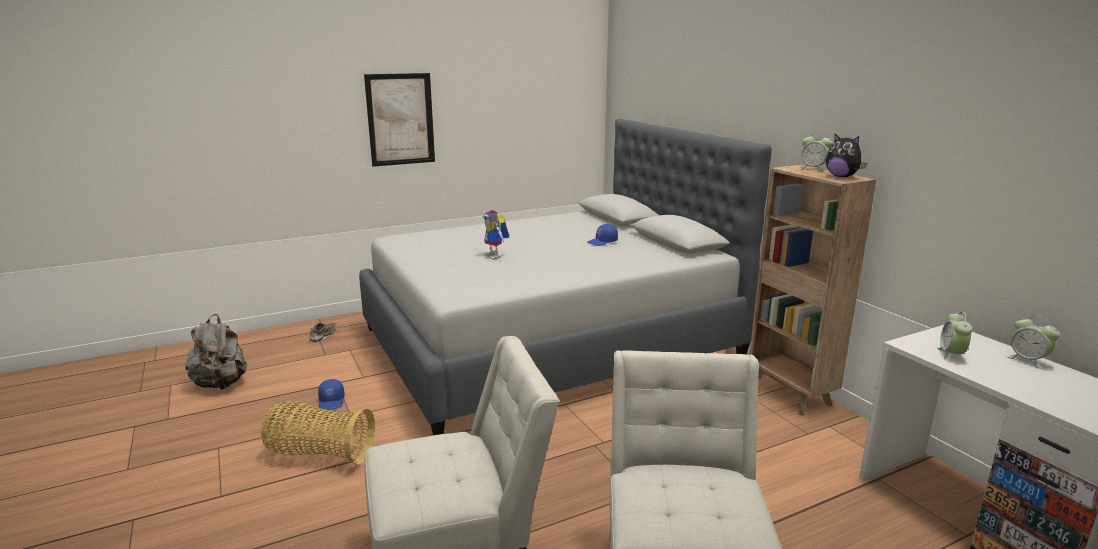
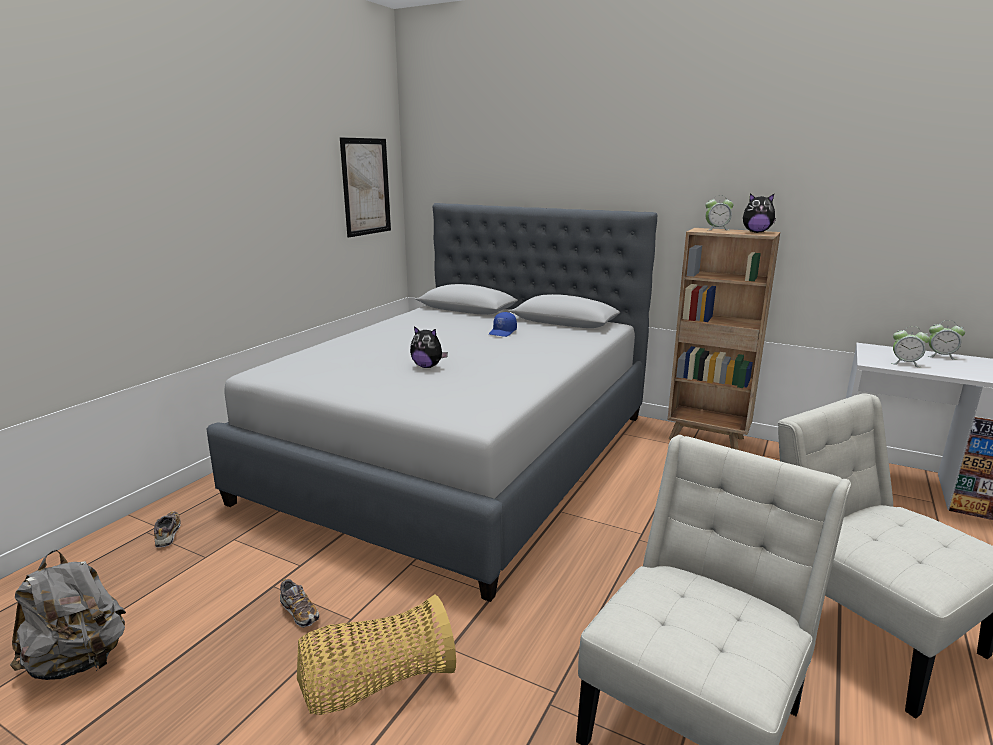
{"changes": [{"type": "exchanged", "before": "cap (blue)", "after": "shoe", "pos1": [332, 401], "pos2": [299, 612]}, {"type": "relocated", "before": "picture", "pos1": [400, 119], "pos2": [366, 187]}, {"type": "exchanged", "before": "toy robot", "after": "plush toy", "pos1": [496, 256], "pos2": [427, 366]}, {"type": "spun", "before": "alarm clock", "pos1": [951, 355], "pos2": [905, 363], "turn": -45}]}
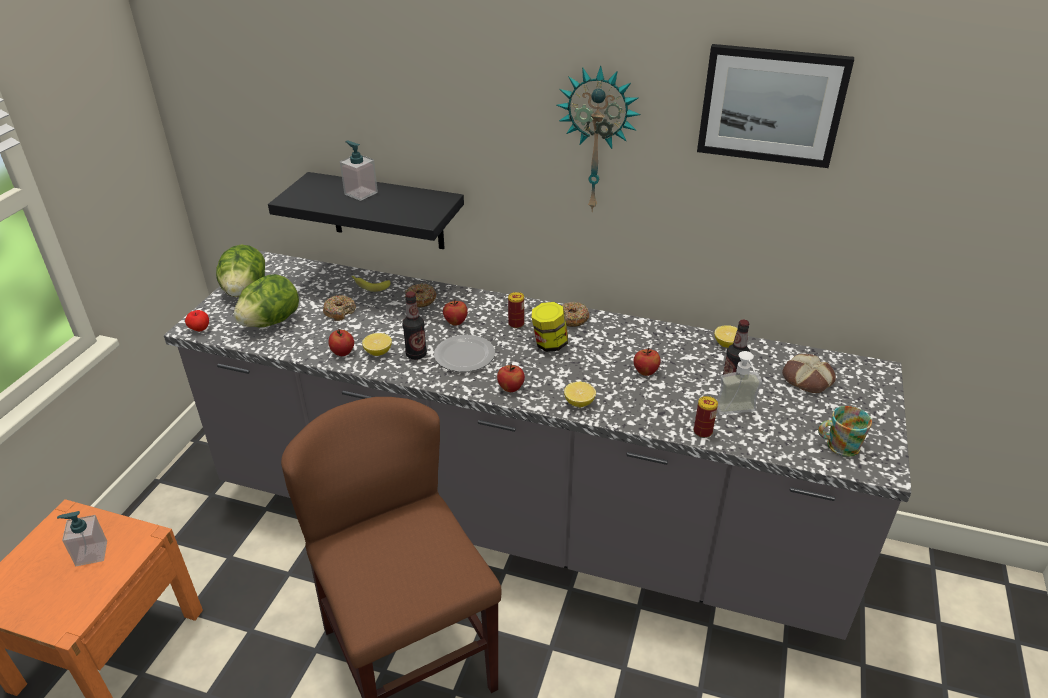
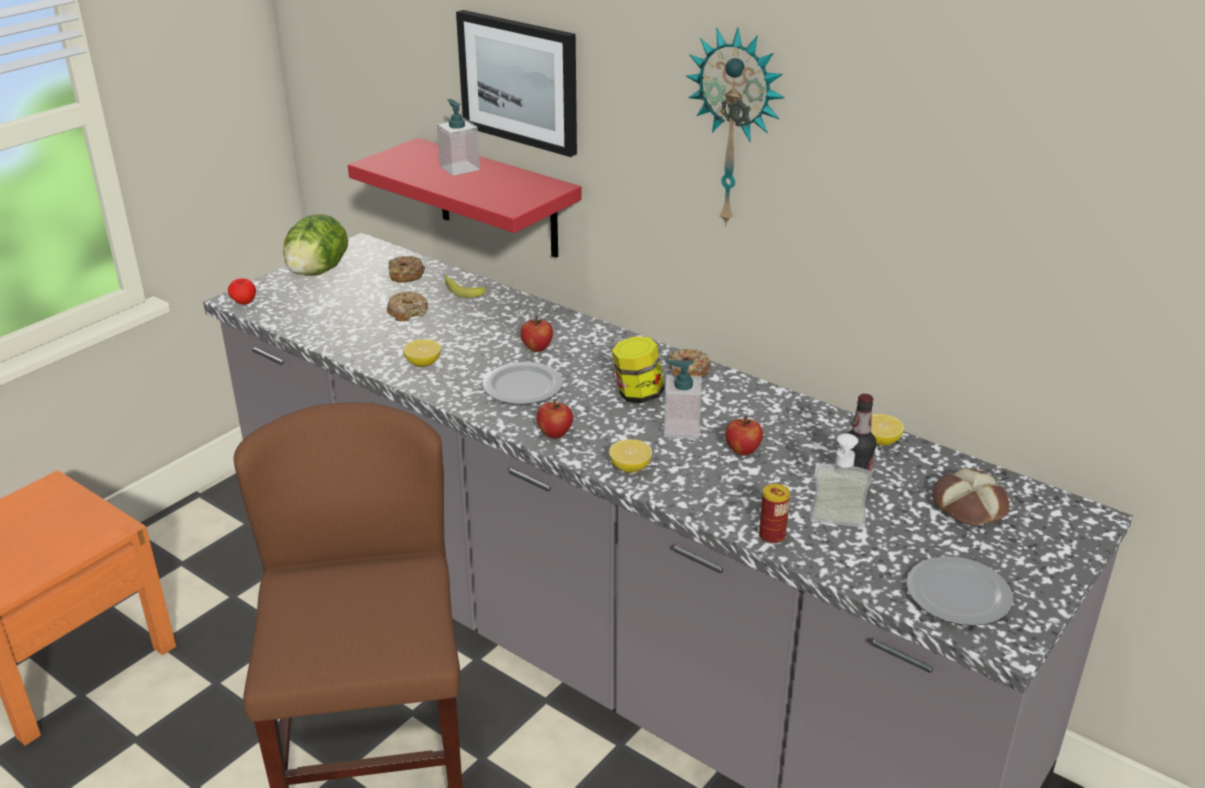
{"changes": [{"type": "relocated", "before": "soap dispenser", "pos1": [91, 553], "pos2": [681, 428]}, {"type": "missing", "before": "lettuce", "pos1": [271, 322]}, {"type": "colour", "before": "shelf (black)", "after": "shelf (red)", "pos1": [387, 211], "pos2": [497, 199]}, {"type": "missing", "before": "apple", "pos1": [343, 353]}, {"type": "missing", "before": "bottle", "pos1": [416, 354]}, {"type": "relocated", "before": "donut", "pos1": [421, 300], "pos2": [406, 275]}, {"type": "missing", "before": "can", "pos1": [516, 324]}, {"type": "relocated", "before": "picture", "pos1": [771, 105], "pos2": [519, 81]}, {"type": "exchanged", "before": "mug", "after": "plate", "pos1": [838, 445], "pos2": [956, 595]}]}
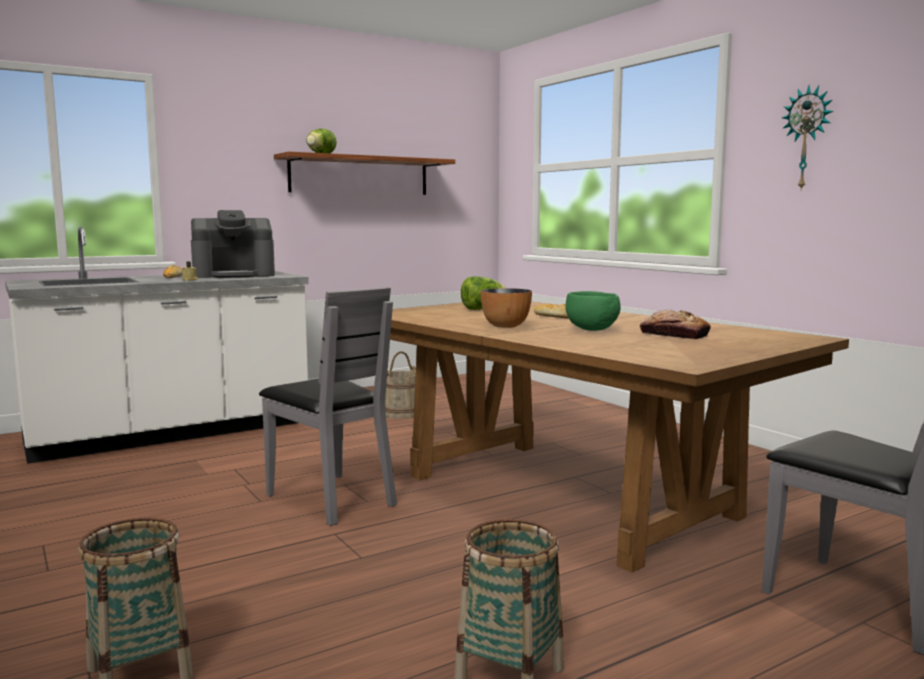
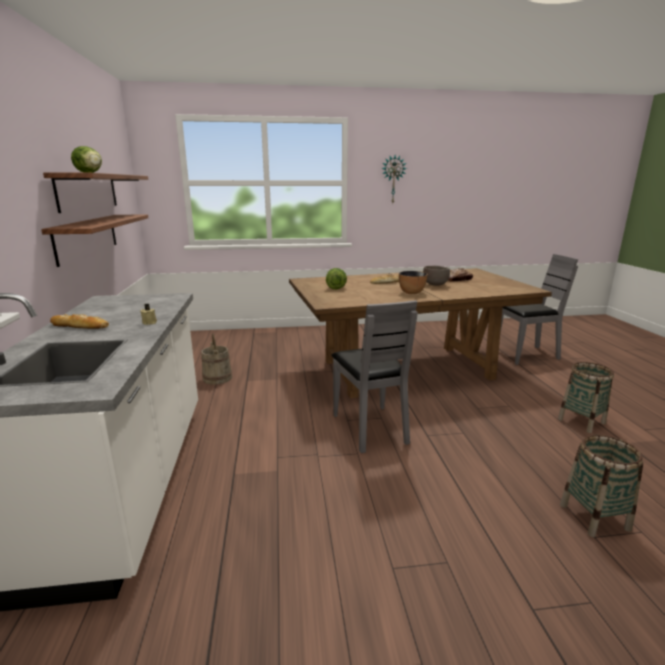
{"changes": [{"type": "missing", "before": "coffee machine", "pos1": [234, 275]}, {"type": "spun", "before": "chair (grey)", "pos1": [331, 499], "pos2": [370, 428], "turn": 90}, {"type": "colour", "before": "bowl (green)", "after": "bowl (brown)", "pos1": [591, 330], "pos2": [435, 285]}, {"type": "appeared", "after": "shelf", "pos2": [87, 237]}]}
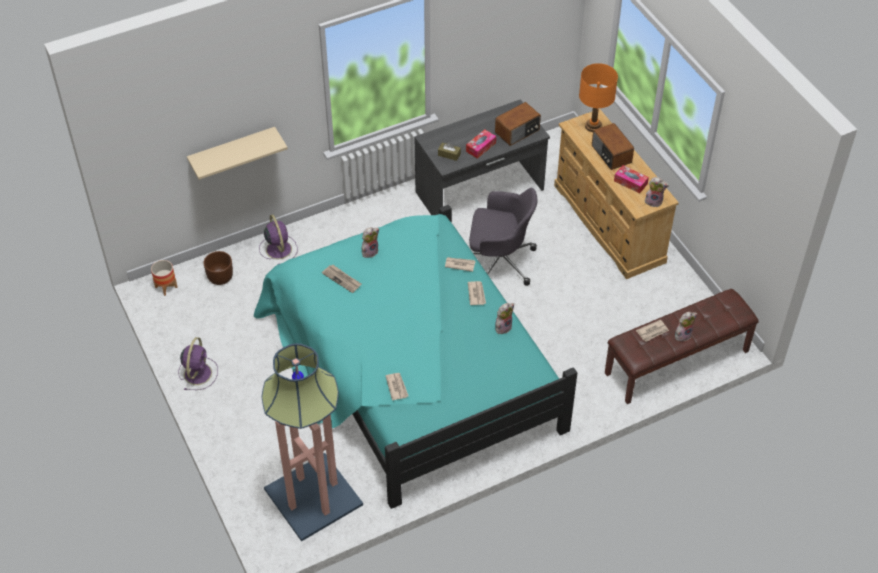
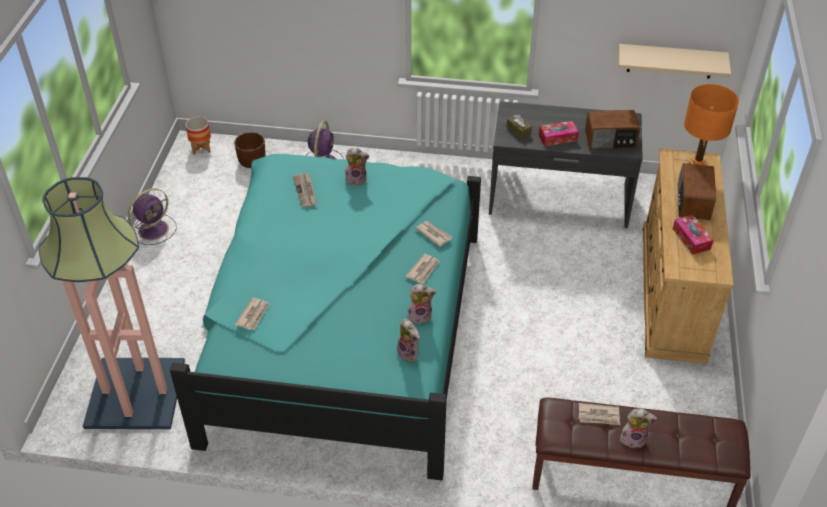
{"changes": [{"type": "relocated", "before": "shelf (beige)", "pos1": [232, 151], "pos2": [670, 61]}, {"type": "missing", "before": "office chair (grey)", "pos1": [499, 261]}, {"type": "relocated", "before": "plush toy", "pos1": [654, 201], "pos2": [409, 353]}]}
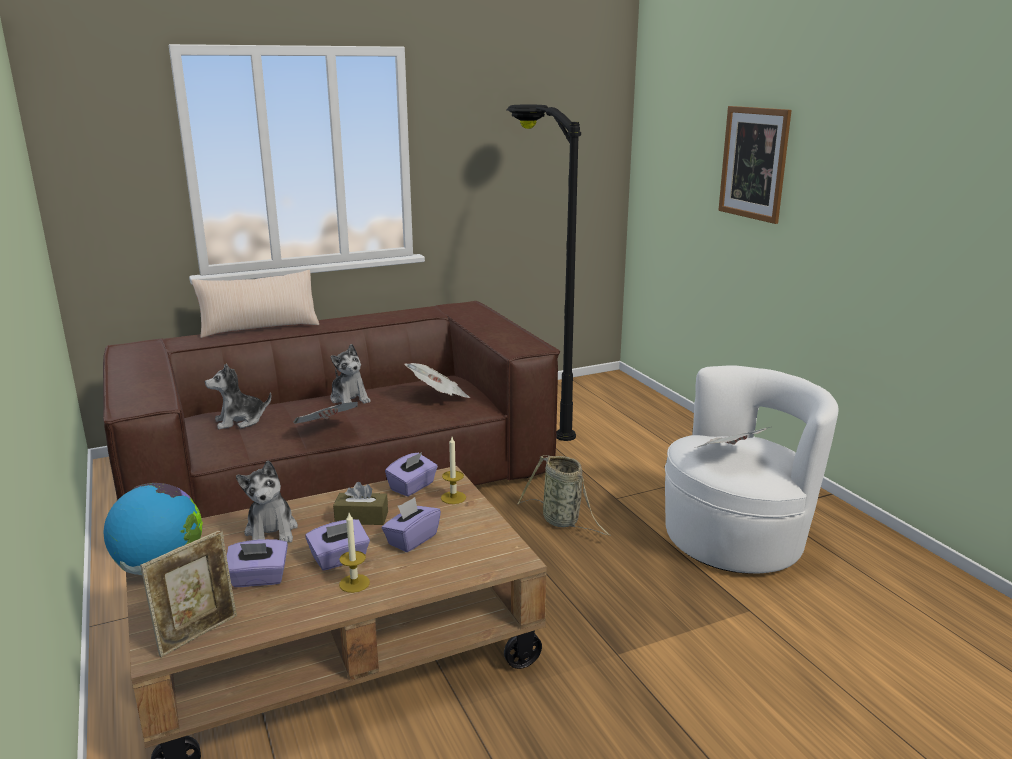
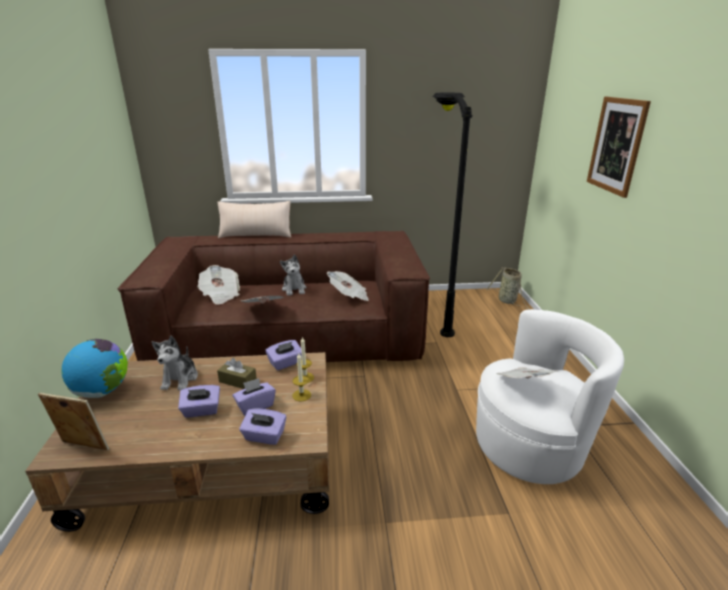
{"changes": [{"type": "spun", "before": "picture frame", "pos1": [198, 633], "pos2": [83, 447], "turn": -135}, {"type": "exchanged", "before": "plush toy", "after": "newspaper", "pos1": [240, 421], "pos2": [220, 295]}, {"type": "relocated", "before": "tissue box (purple)", "pos1": [258, 579], "pos2": [264, 436]}, {"type": "relocated", "before": "candle", "pos1": [354, 583], "pos2": [301, 395]}, {"type": "relocated", "before": "basket", "pos1": [563, 521], "pos2": [508, 301]}]}
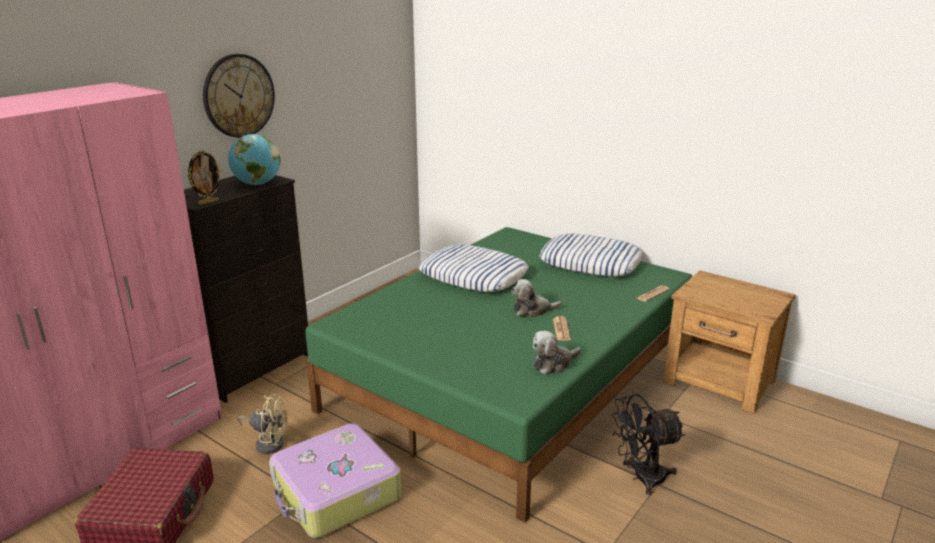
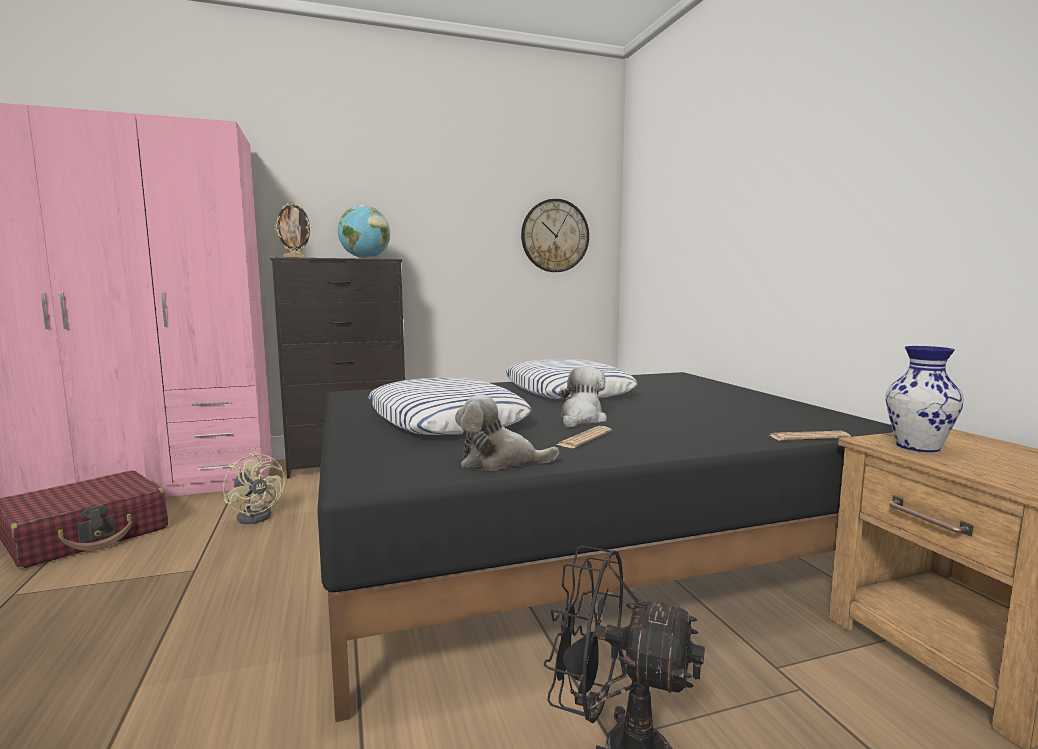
{"changes": [{"type": "relocated", "before": "wall clock", "pos1": [238, 96], "pos2": [555, 236]}, {"type": "missing", "before": "suitcase", "pos1": [335, 493]}, {"type": "colour", "before": "bed (green)", "after": "bed (black)", "pos1": [511, 379], "pos2": [578, 541]}, {"type": "spun", "before": "plush toy", "pos1": [532, 310], "pos2": [581, 419], "turn": 90}, {"type": "relocated", "before": "pillow", "pos1": [590, 262], "pos2": [446, 419]}, {"type": "appeared", "after": "vase", "pos2": [916, 447]}]}
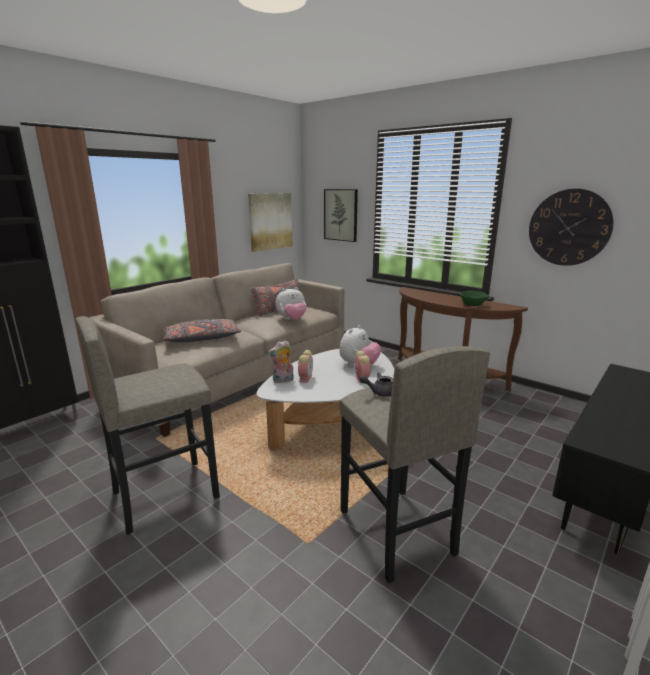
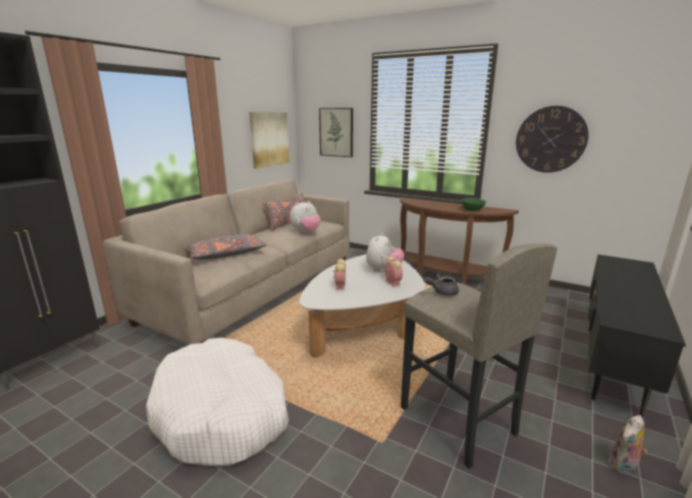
{"changes": [{"type": "exchanged", "before": "stool (grey)", "after": "dog bed (white)", "pos1": [165, 494], "pos2": [222, 413]}, {"type": "relocated", "before": "plush toy", "pos1": [282, 380], "pos2": [623, 466]}]}
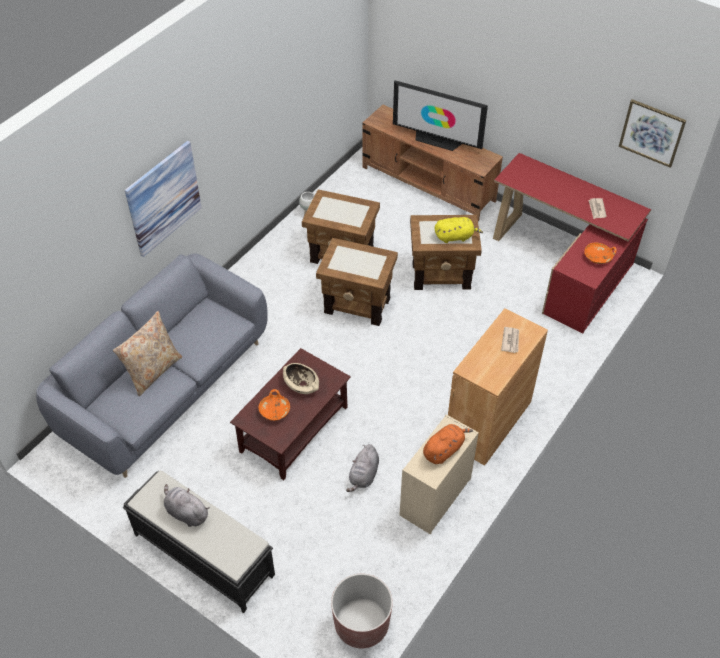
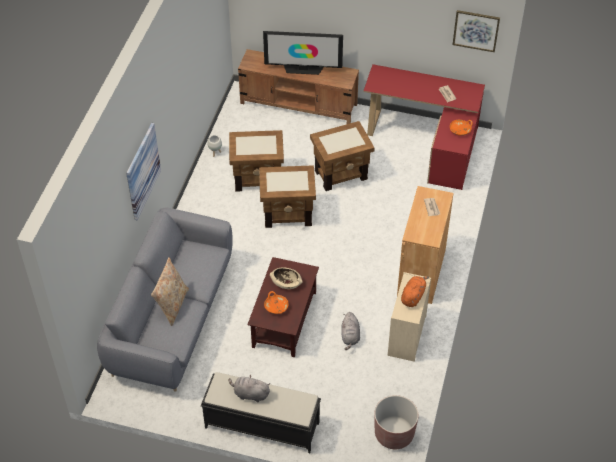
{"changes": [{"type": "missing", "before": "plush toy (yellow)", "pos1": [455, 237]}]}
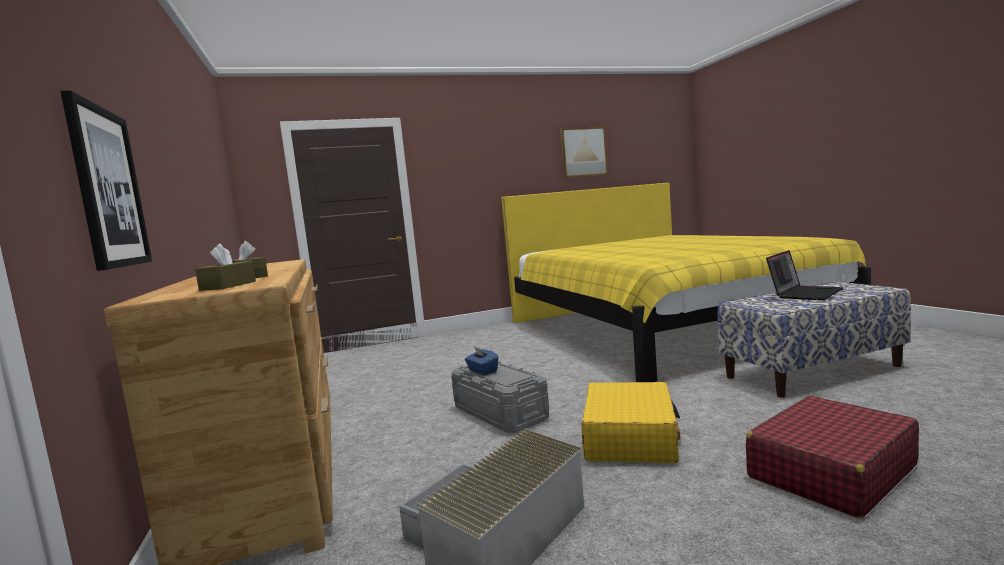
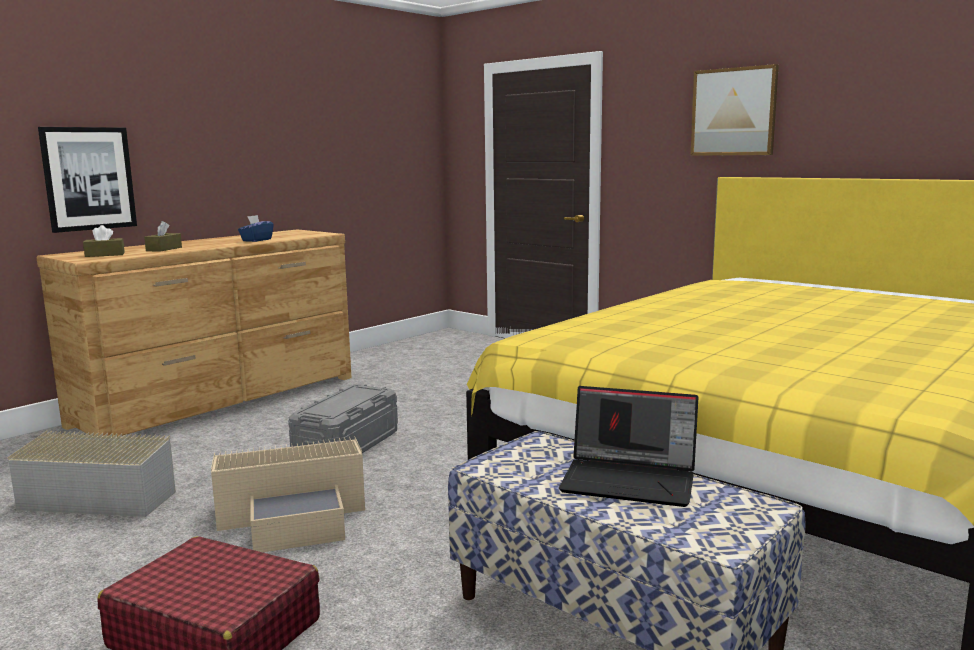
{"changes": [{"type": "relocated", "before": "tissue box (blue)", "pos1": [482, 371], "pos2": [256, 240]}, {"type": "relocated", "before": "picture", "pos1": [583, 152], "pos2": [733, 112]}, {"type": "exchanged", "before": "suitcase (yellow)", "after": "storage box (beige)", "pos1": [630, 437], "pos2": [295, 515]}]}
